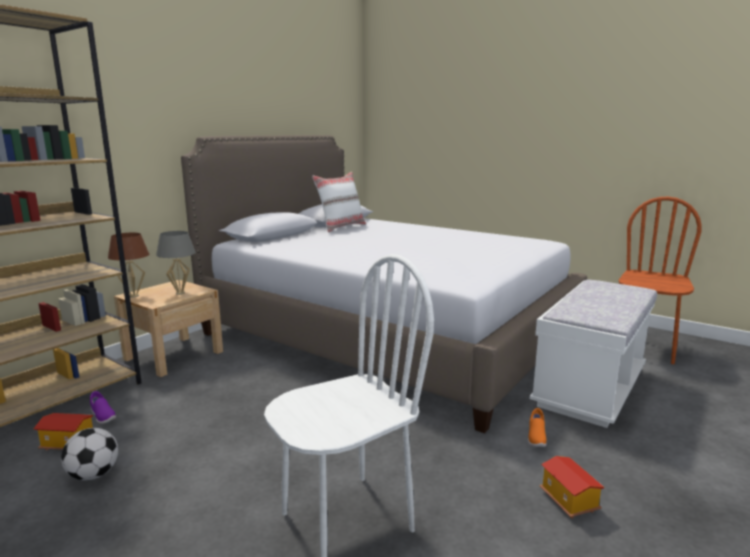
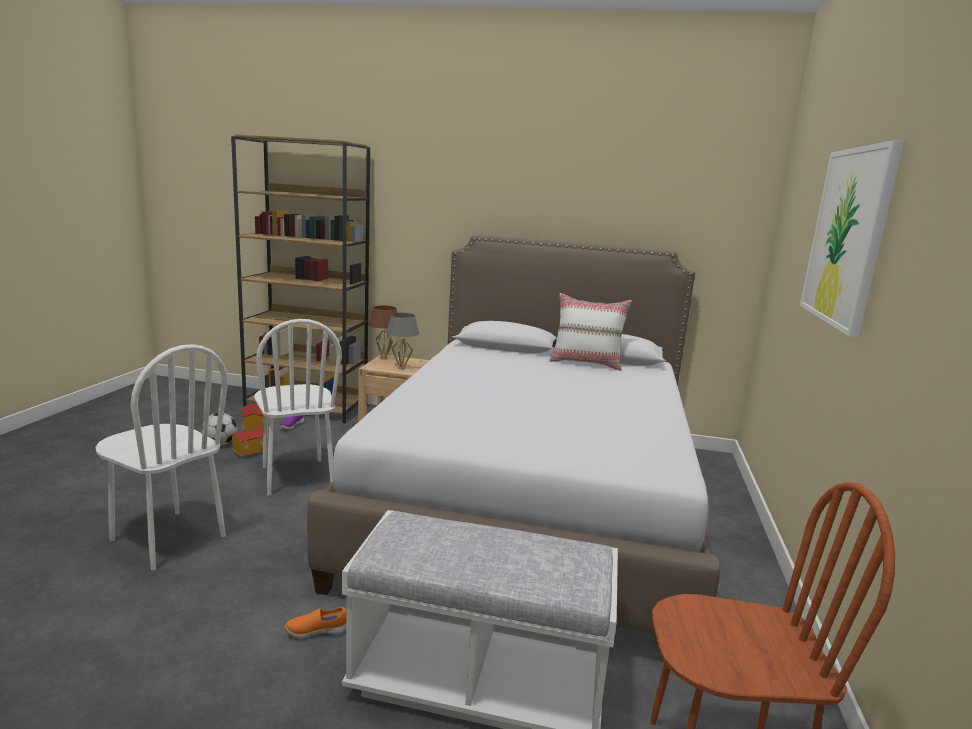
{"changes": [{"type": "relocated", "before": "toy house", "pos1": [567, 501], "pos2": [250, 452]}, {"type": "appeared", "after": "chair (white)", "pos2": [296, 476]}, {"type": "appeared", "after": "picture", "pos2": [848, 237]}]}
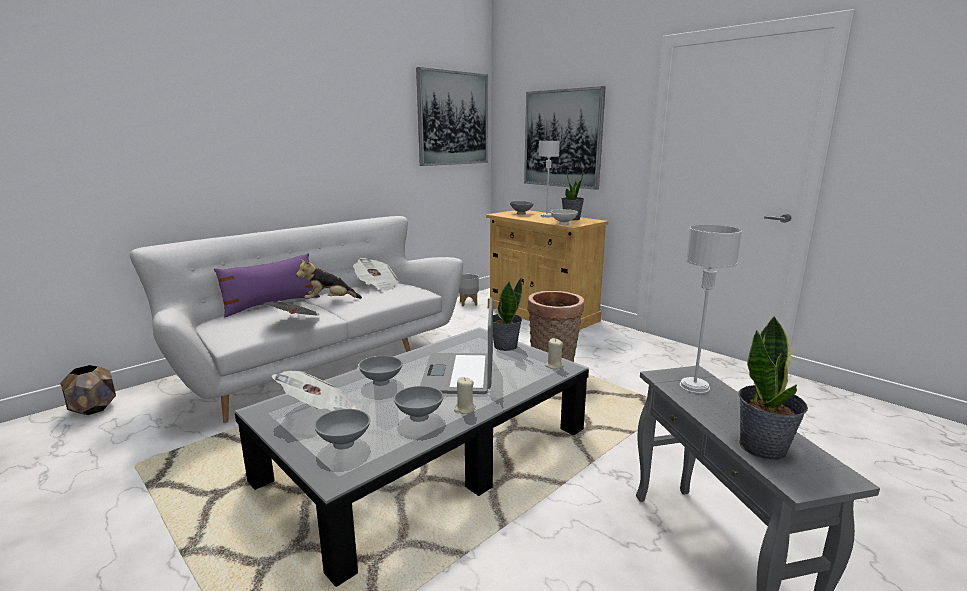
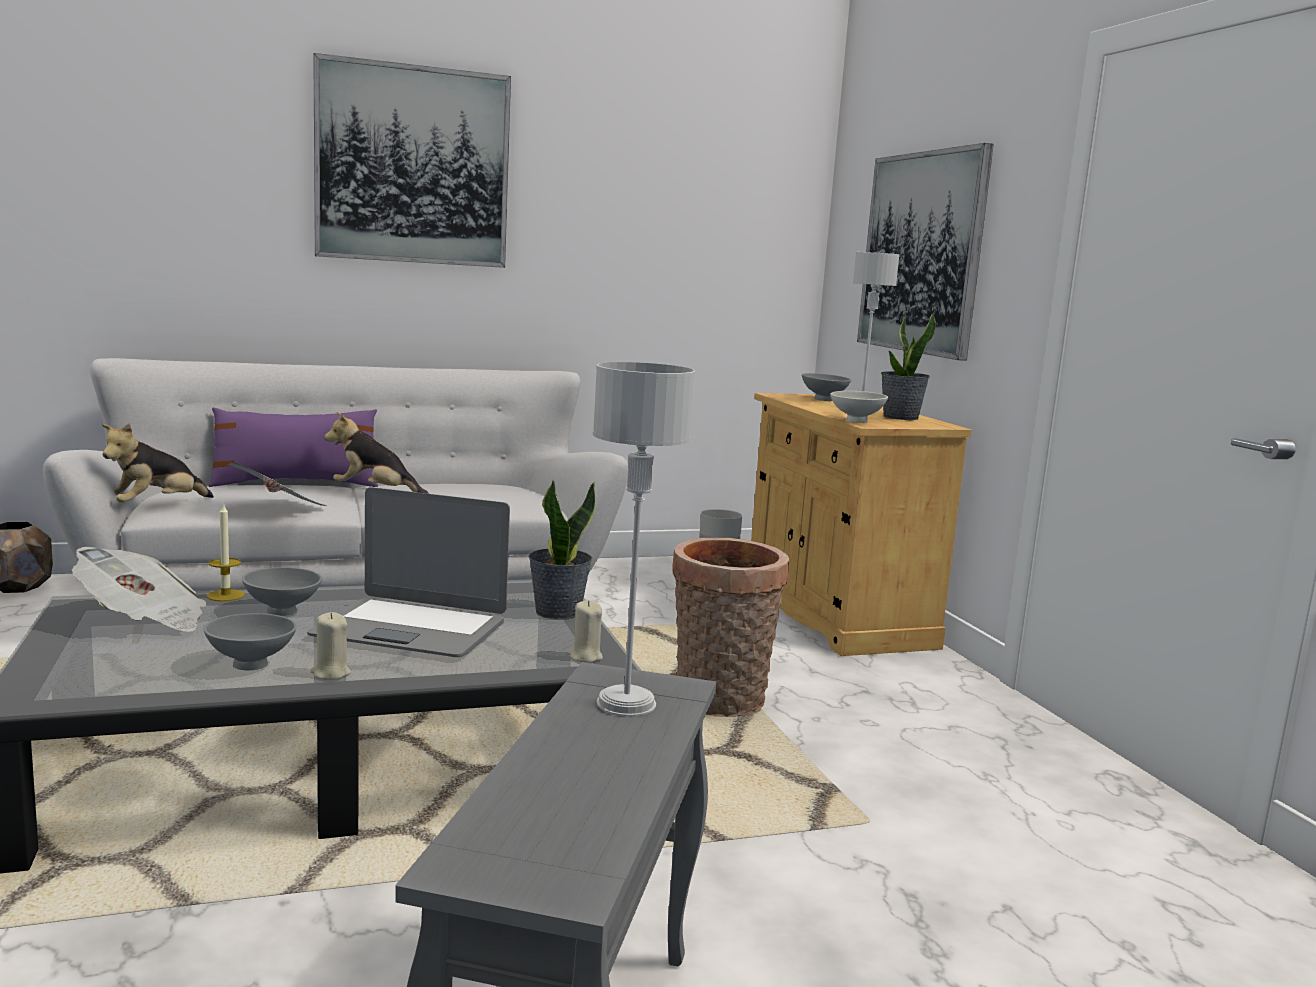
{"changes": [{"type": "missing", "before": "bowl (grey)", "pos1": [343, 443]}, {"type": "missing", "before": "newspaper", "pos1": [377, 286]}, {"type": "relocated", "before": "picture", "pos1": [453, 118], "pos2": [412, 166]}, {"type": "spun", "before": "laptop", "pos1": [459, 374], "pos2": [411, 629], "turn": -105}, {"type": "missing", "before": "potted plant", "pos1": [763, 447]}, {"type": "appeared", "after": "plush toy", "pos2": [156, 506]}, {"type": "appeared", "after": "candle", "pos2": [225, 595]}]}
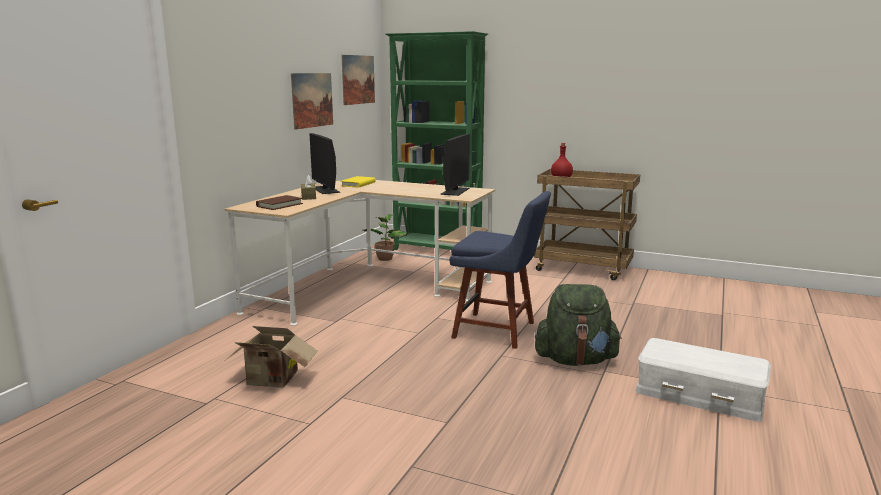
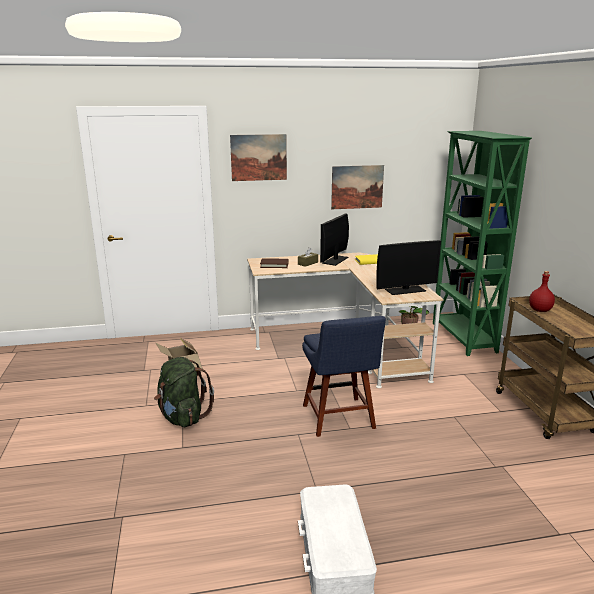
{"changes": [{"type": "relocated", "before": "picture", "pos1": [358, 79], "pos2": [258, 157]}, {"type": "relocated", "before": "backpack (green)", "pos1": [575, 360], "pos2": [182, 417]}]}
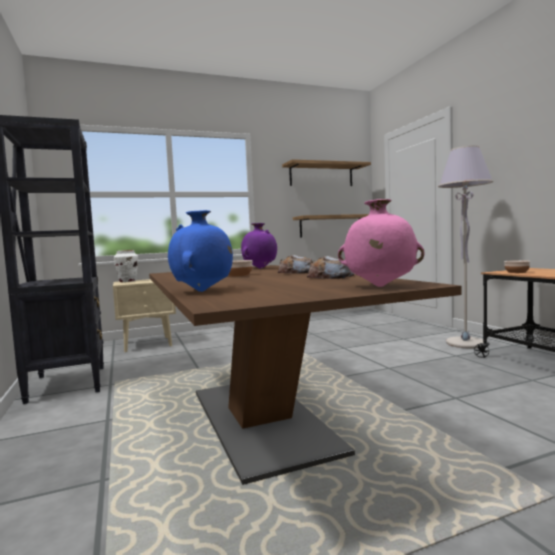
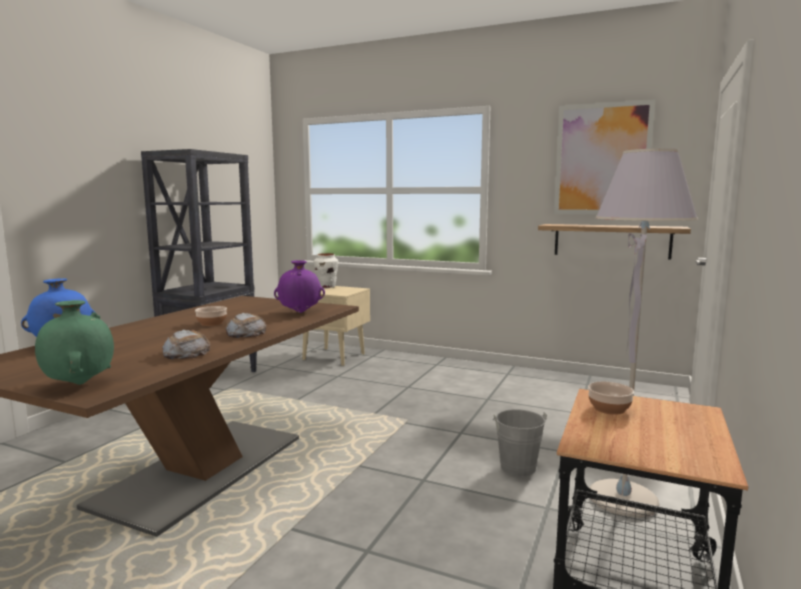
{"changes": [{"type": "exchanged", "before": "shelf", "after": "picture", "pos1": [321, 175], "pos2": [602, 159]}, {"type": "colour", "before": "vase (pink)", "after": "vase (green)", "pos1": [380, 286], "pos2": [79, 384]}, {"type": "appeared", "after": "bucket (grey)", "pos2": [516, 465]}]}
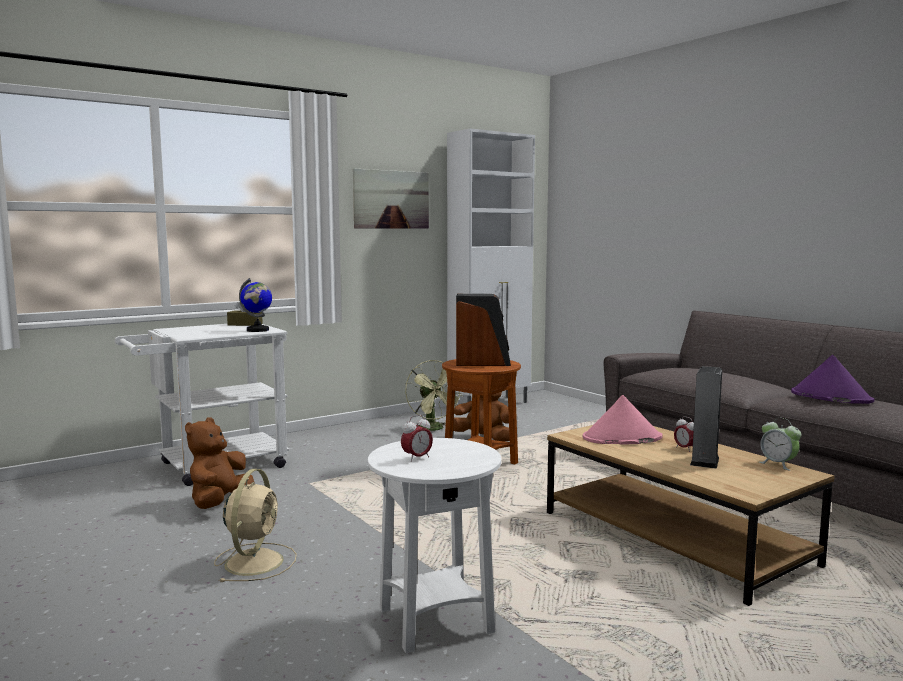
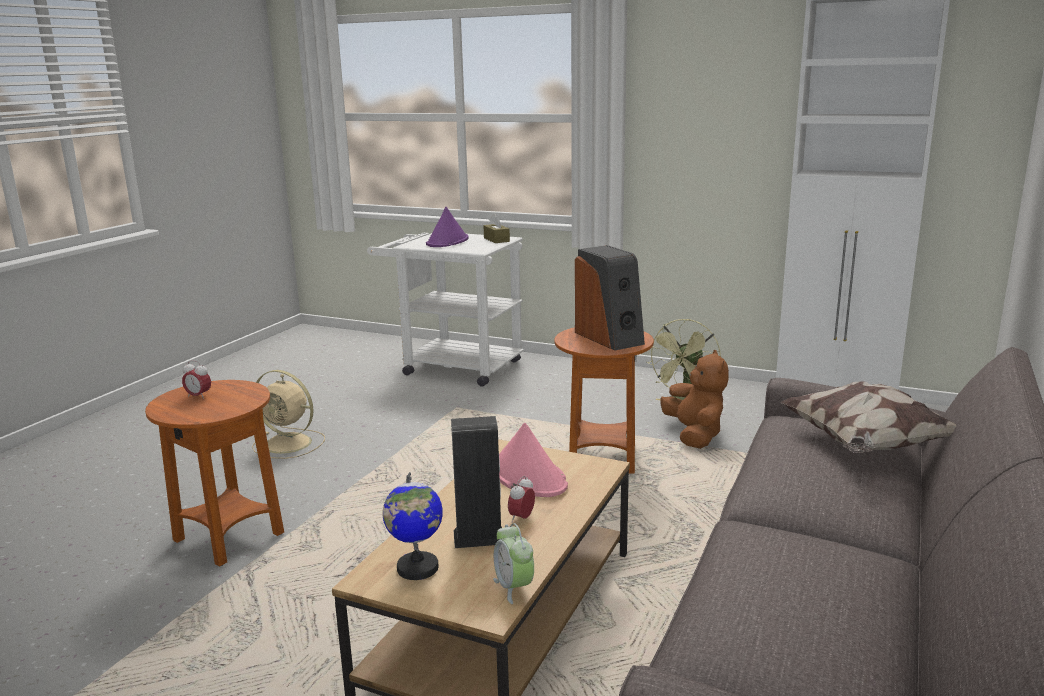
{"changes": [{"type": "missing", "before": "plush toy (brown)", "pos1": [219, 503]}, {"type": "spun", "before": "fan (beige)", "pos1": [255, 561], "pos2": [289, 444], "turn": 45}, {"type": "relocated", "before": "globe", "pos1": [257, 330], "pos2": [417, 568]}, {"type": "missing", "before": "picture", "pos1": [391, 199]}, {"type": "colour", "before": "side table (white)", "after": "side table (brown)", "pos1": [435, 621], "pos2": [229, 537]}, {"type": "spun", "before": "alarm clock", "pos1": [778, 464], "pos2": [514, 588], "turn": -45}, {"type": "relocated", "before": "hat (purple)", "pos1": [830, 397], "pos2": [447, 242]}, {"type": "appeared", "after": "pillow", "pos2": [865, 445]}]}
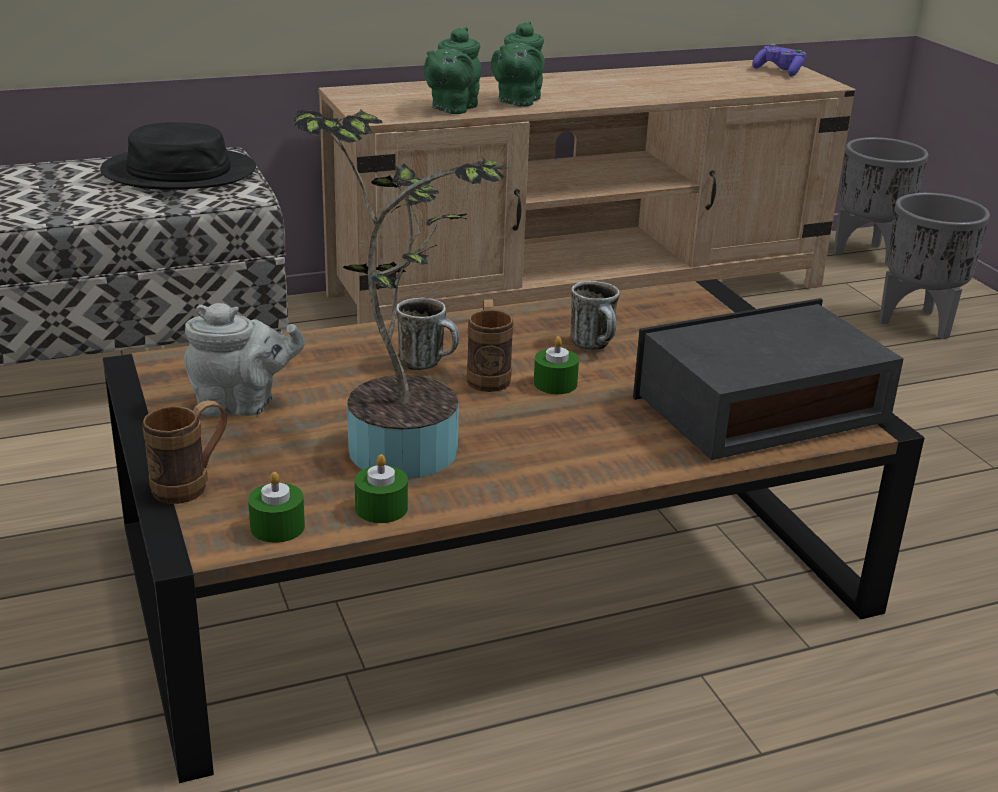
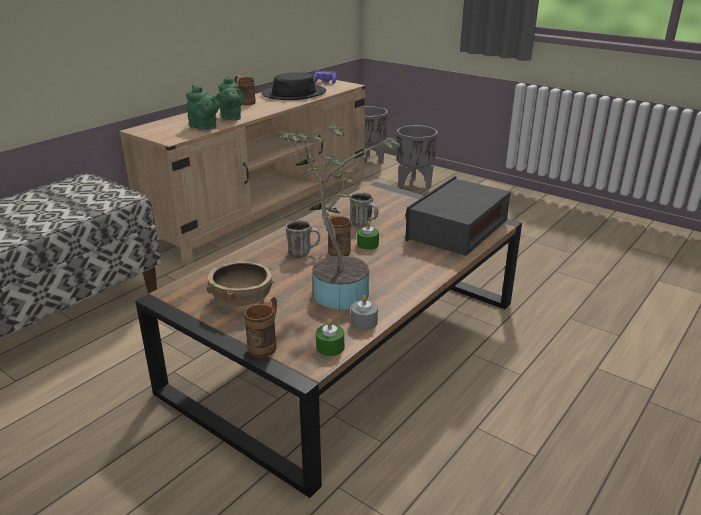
{"changes": [{"type": "relocated", "before": "hat (black)", "pos1": [179, 172], "pos2": [294, 94]}, {"type": "exchanged", "before": "teapot (grey)", "after": "bowl (brown)", "pos1": [242, 405], "pos2": [241, 299]}, {"type": "colour", "before": "candle (green)", "after": "candle (grey)", "pos1": [381, 508], "pos2": [364, 322]}, {"type": "spun", "before": "teapot (green)", "pos1": [452, 108], "pos2": [204, 127], "turn": -45}, {"type": "appeared", "after": "mug (brown)", "pos2": [245, 102]}]}
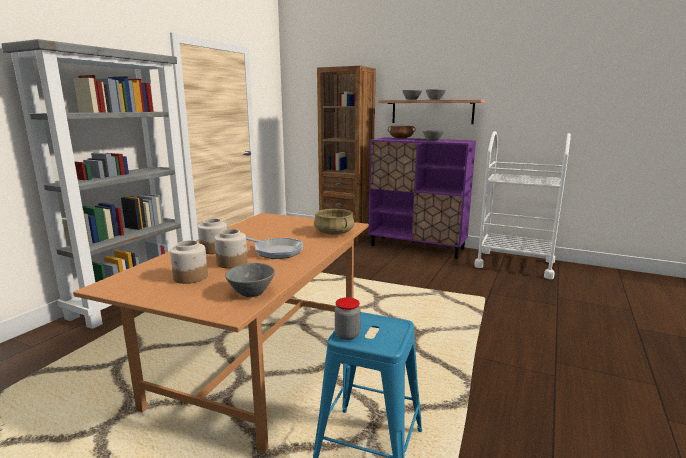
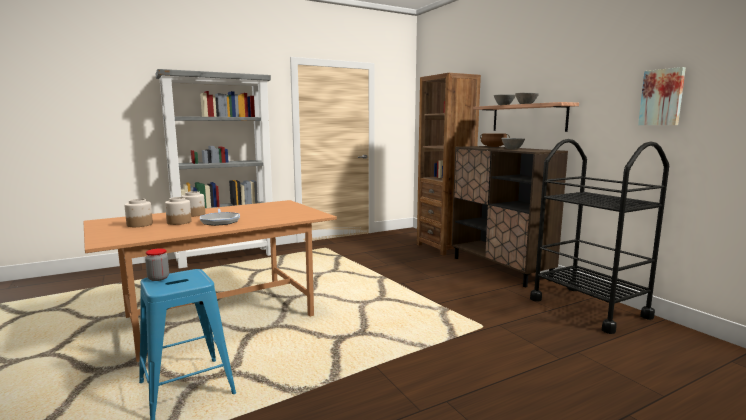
{"changes": [{"type": "missing", "before": "bowl (grey)", "pos1": [250, 293]}, {"type": "missing", "before": "cooking pot (beige)", "pos1": [334, 233]}, {"type": "colour", "before": "cabinet (purple)", "after": "cabinet (brown)", "pos1": [417, 247], "pos2": [500, 268]}, {"type": "colour", "before": "cart (white)", "after": "cart (black)", "pos1": [514, 264], "pos2": [588, 308]}, {"type": "appeared", "after": "picture", "pos2": [662, 97]}]}
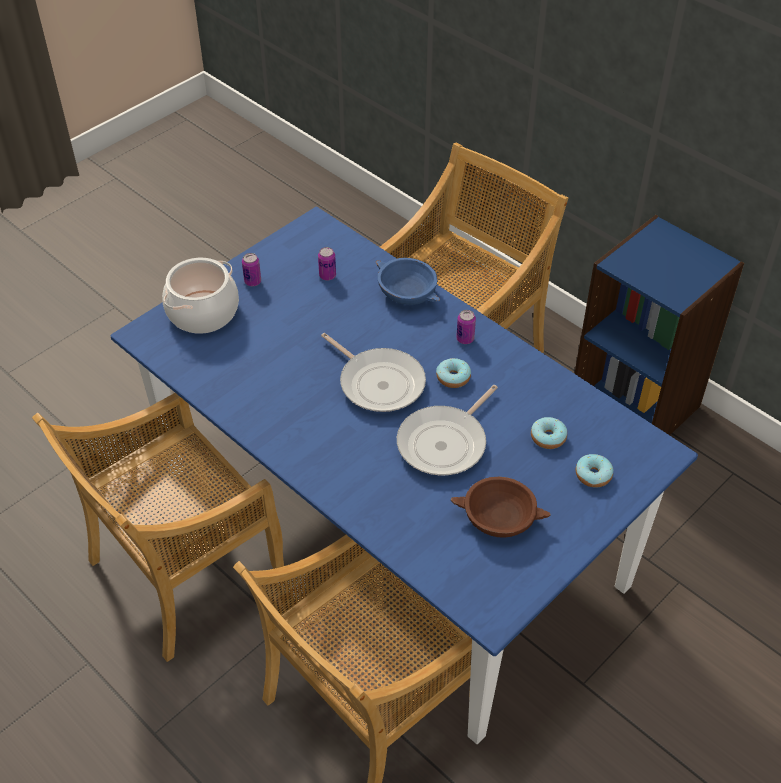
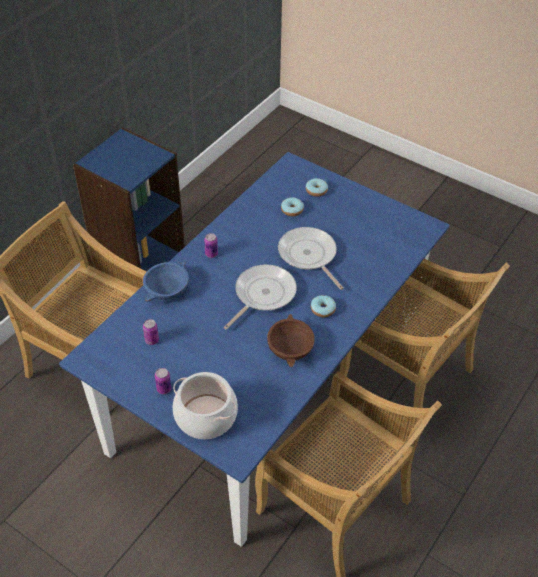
{"changes": [{"type": "spun", "before": "frying pan", "pos1": [445, 443], "pos2": [308, 255], "turn": -150}, {"type": "relocated", "before": "donut", "pos1": [453, 378], "pos2": [323, 309]}, {"type": "relocated", "before": "bowl (brown)", "pos1": [499, 518], "pos2": [289, 348]}]}
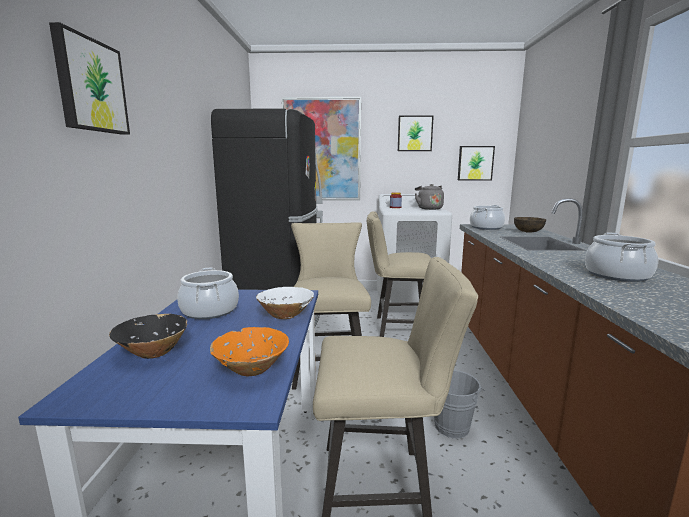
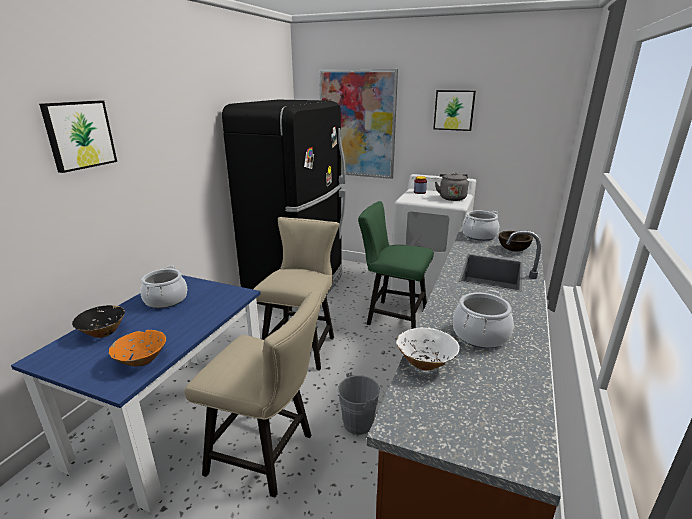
{"changes": [{"type": "relocated", "before": "bowl (white)", "pos1": [285, 315], "pos2": [425, 363]}, {"type": "colour", "before": "chair (beige)", "after": "chair (green)", "pos1": [398, 327], "pos2": [392, 316]}, {"type": "missing", "before": "picture", "pos1": [475, 163]}]}
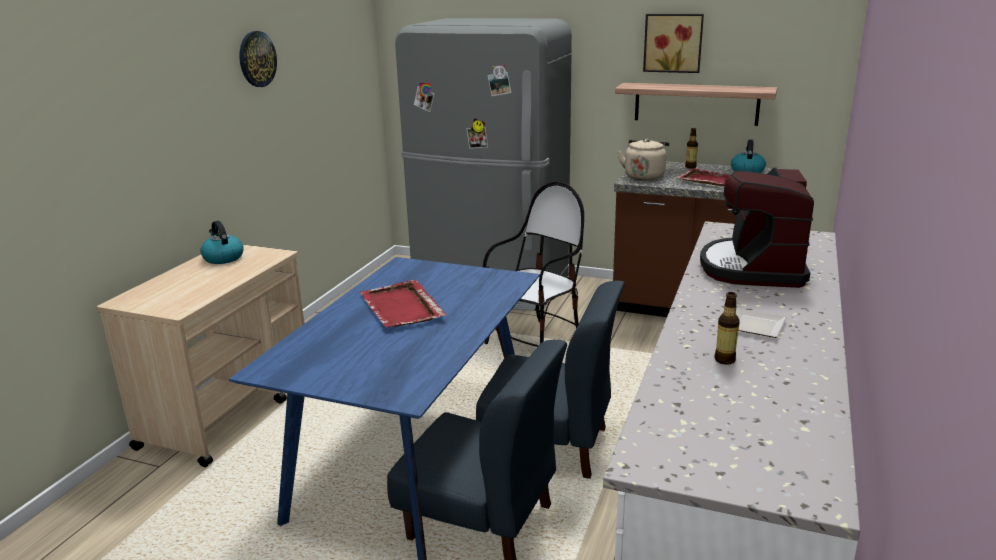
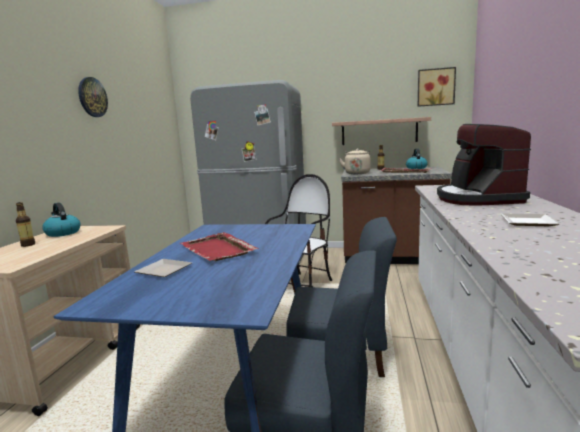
{"changes": [{"type": "relocated", "before": "picture", "pos1": [673, 43], "pos2": [435, 87]}, {"type": "relocated", "before": "bottle", "pos1": [724, 360], "pos2": [28, 245]}, {"type": "appeared", "after": "plate", "pos2": [166, 270]}]}
